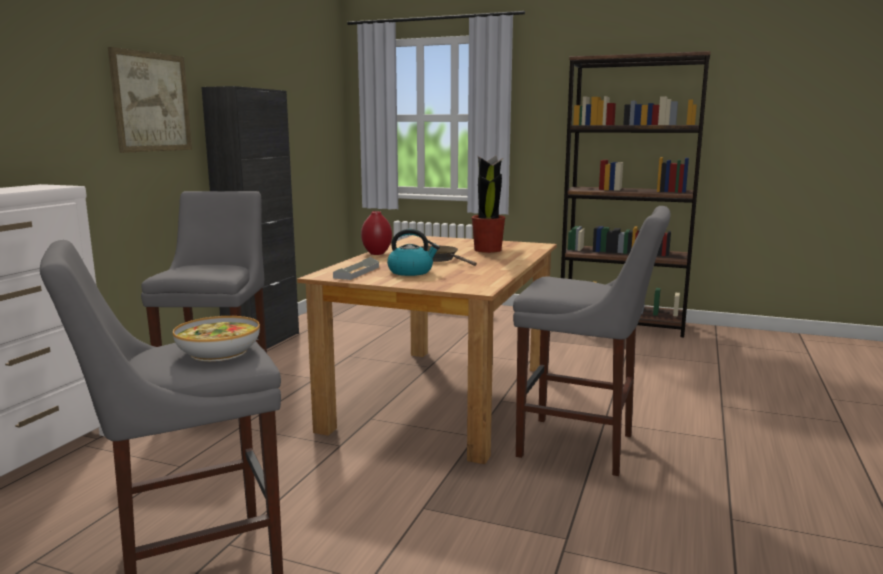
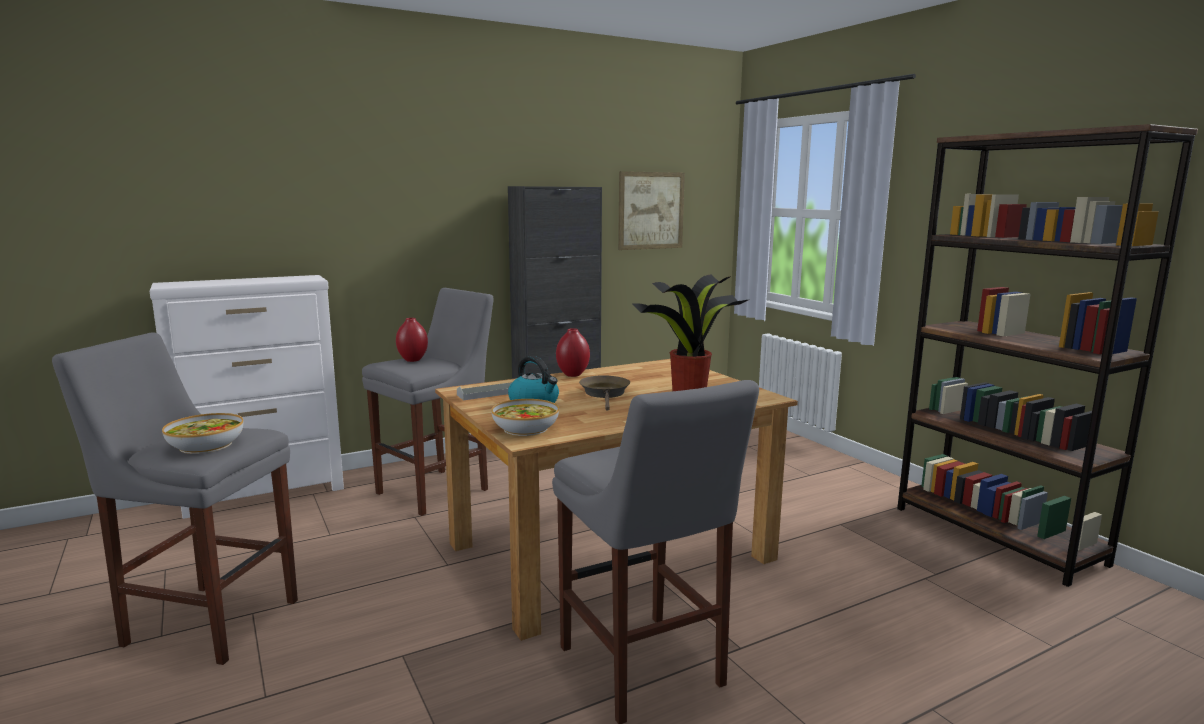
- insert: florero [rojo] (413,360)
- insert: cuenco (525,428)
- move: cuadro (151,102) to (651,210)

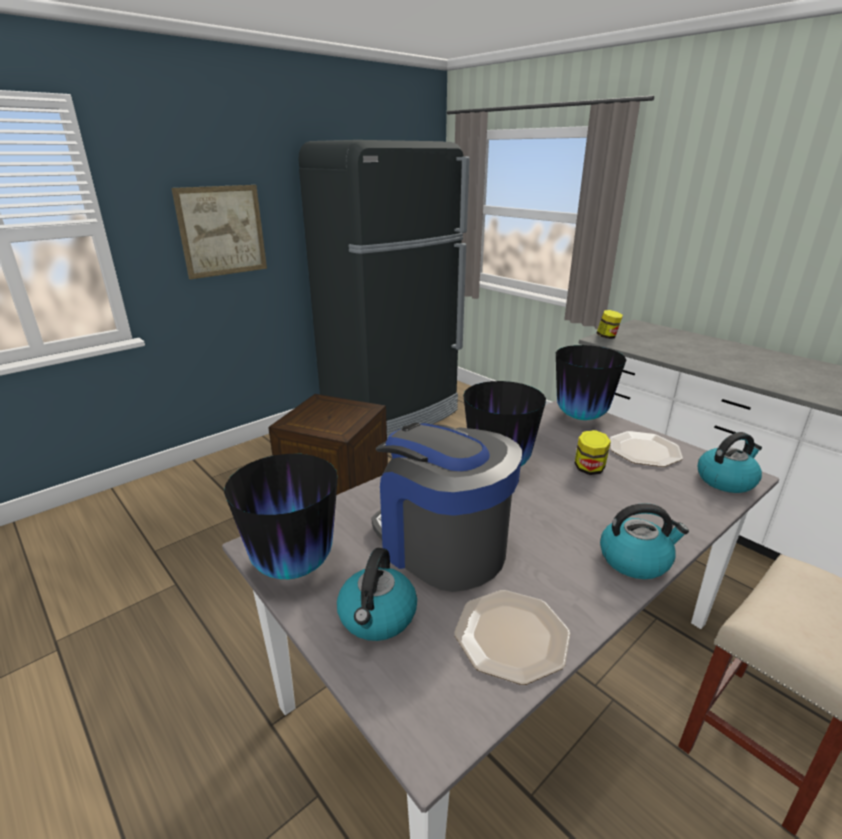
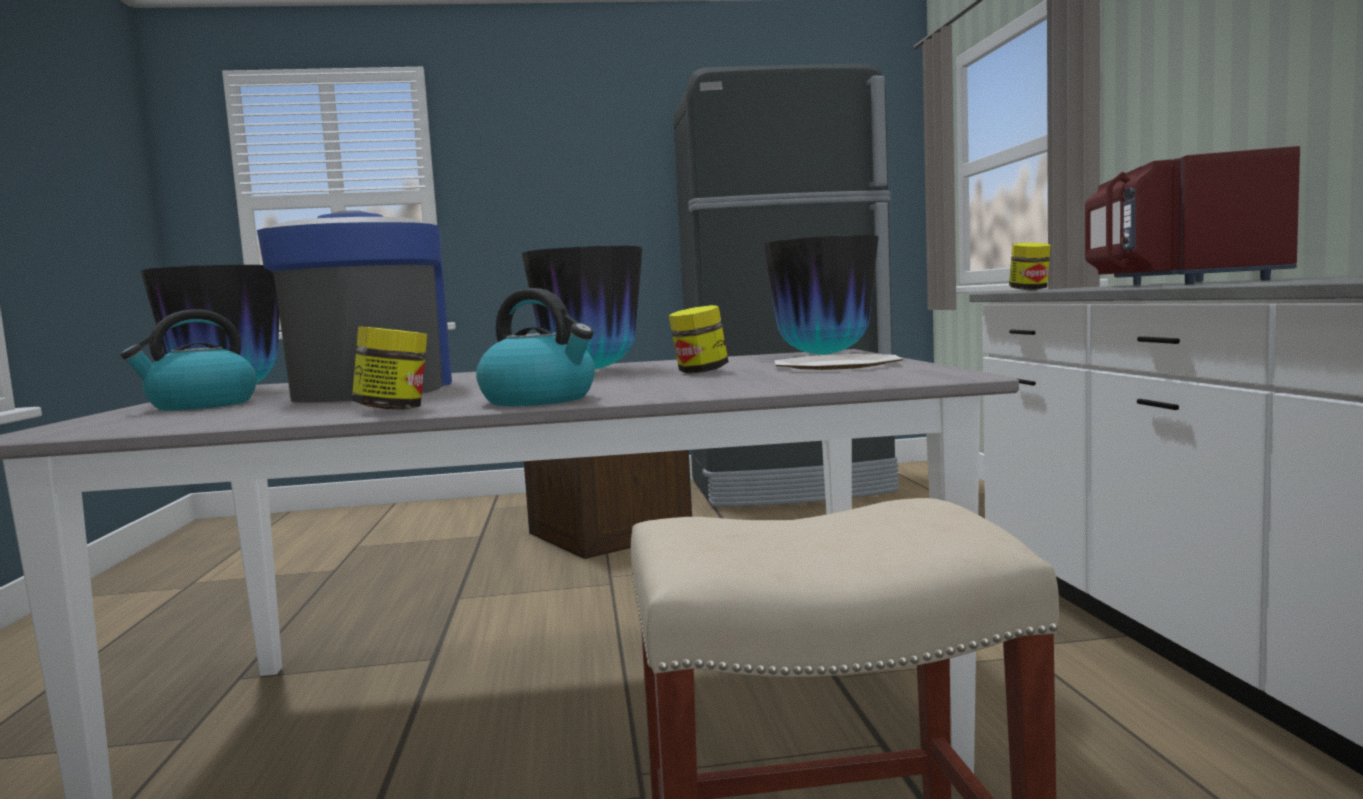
- delete: cuadro (222,231)
- delete: plato (512,635)
- delete: hervidor (726,480)
- insert: tarro (393,409)
- insert: microondas [rojo] (1174,283)

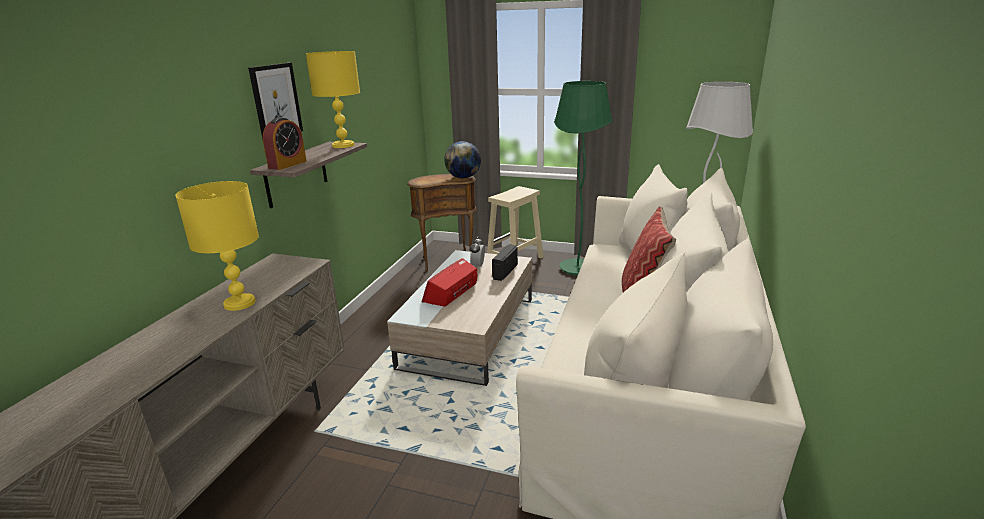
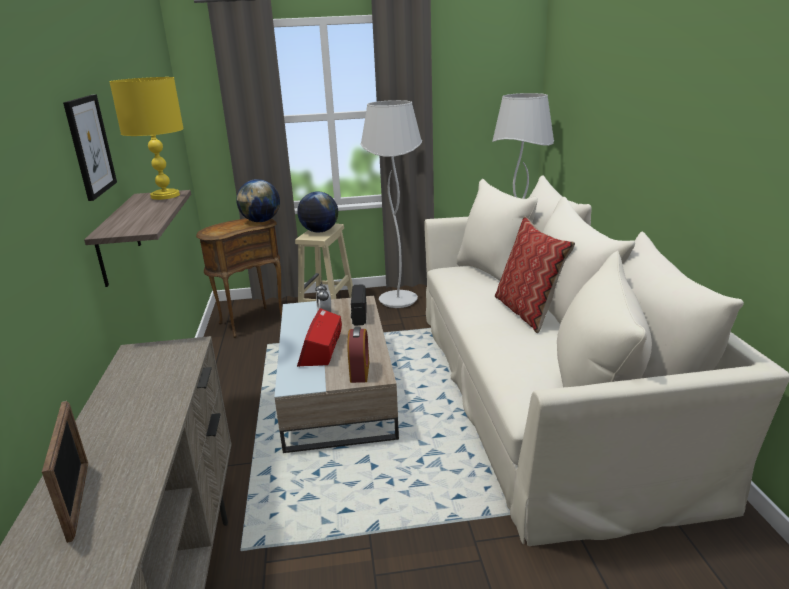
- delete: lámpara de mesa [amarillo] (240,303)
- insert: portarretratos (78,500)
- insert: globo terráqueo (319,231)
- move: despertador (287,164) to (360,372)
- recolor: lámpara de pie [verde] (577,268) to lámpara de pie [blanco] (398,301)

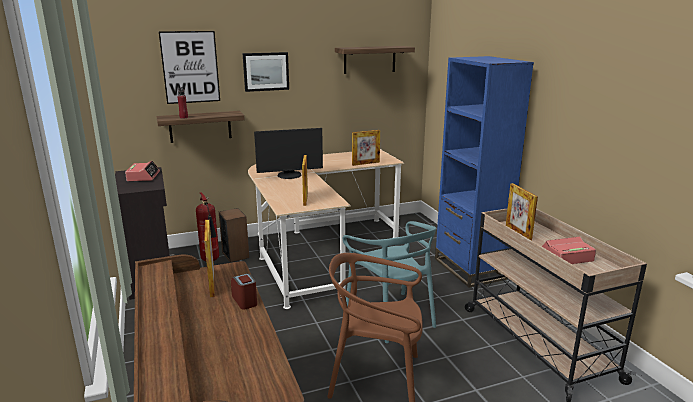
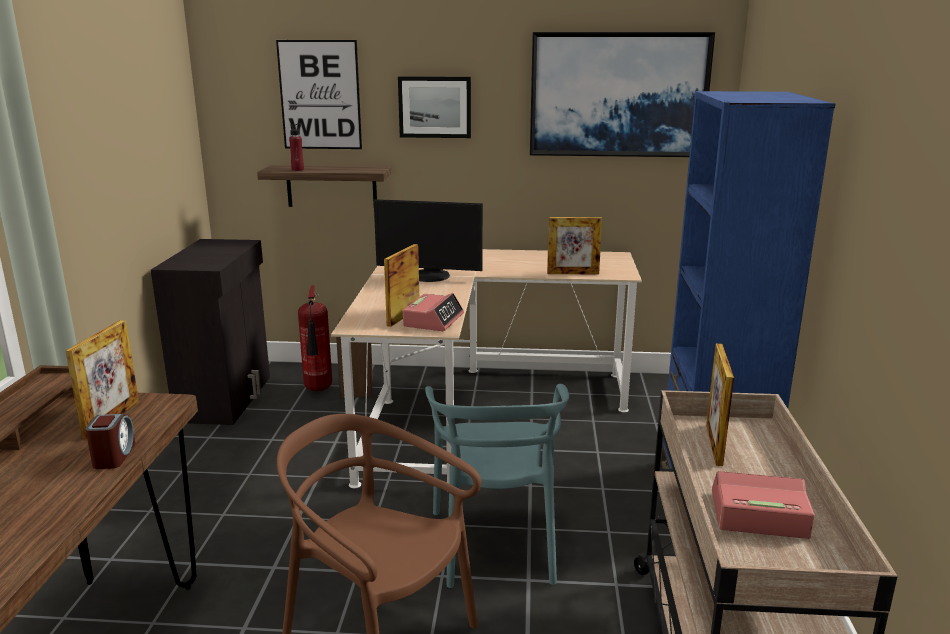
- move: despertador (143,176) to (433,320)
- replace: estante (369,59) to cuadro (618,95)

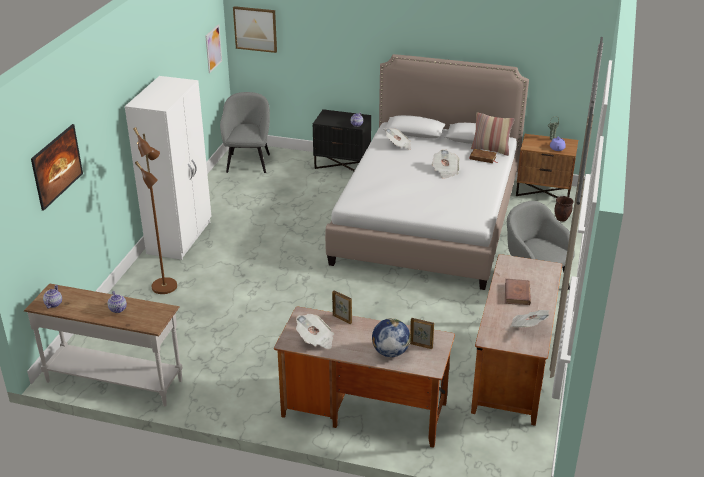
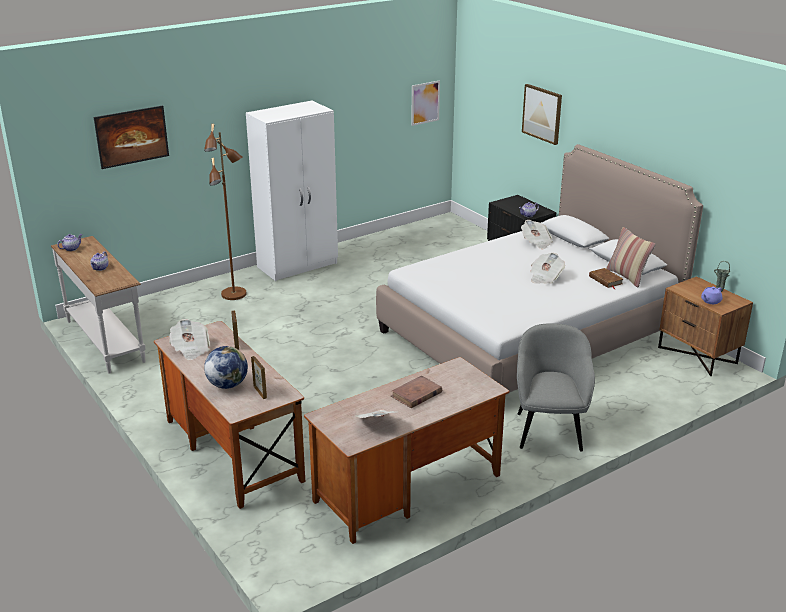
- delete: sillón [gris] (248,162)
- delete: maceta [marrón] (561,219)
- move: cuadro (255,29) to (542,113)

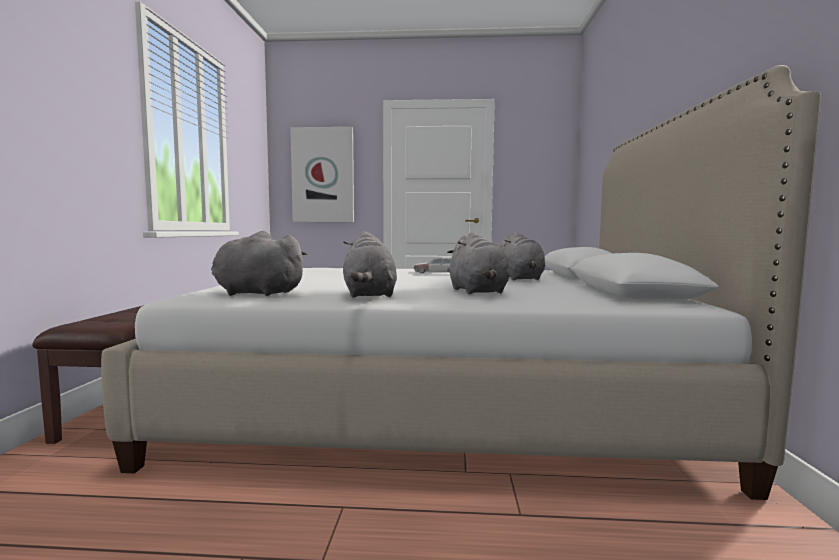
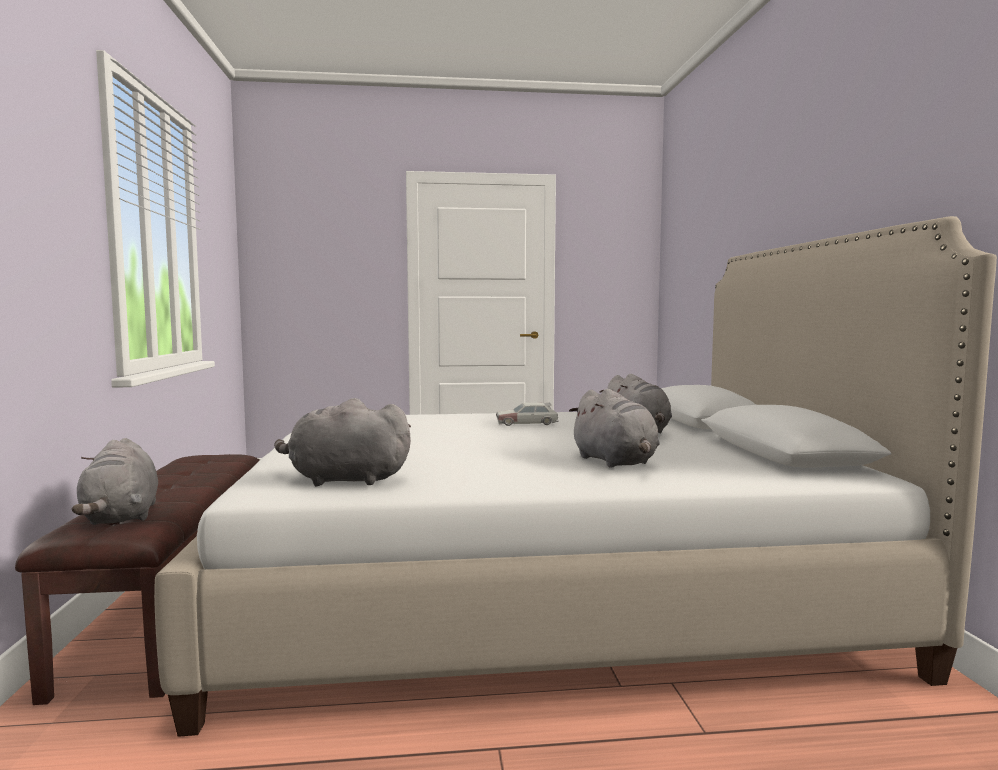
- delete: cuadro (323,175)
- move: peluche [gris] (369,295) to (121,517)

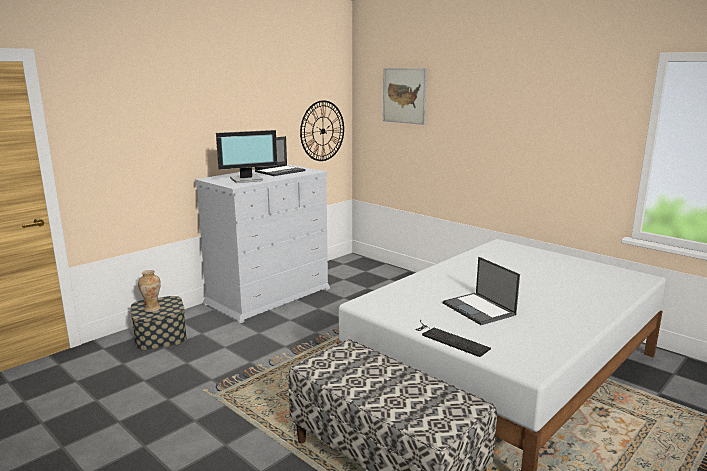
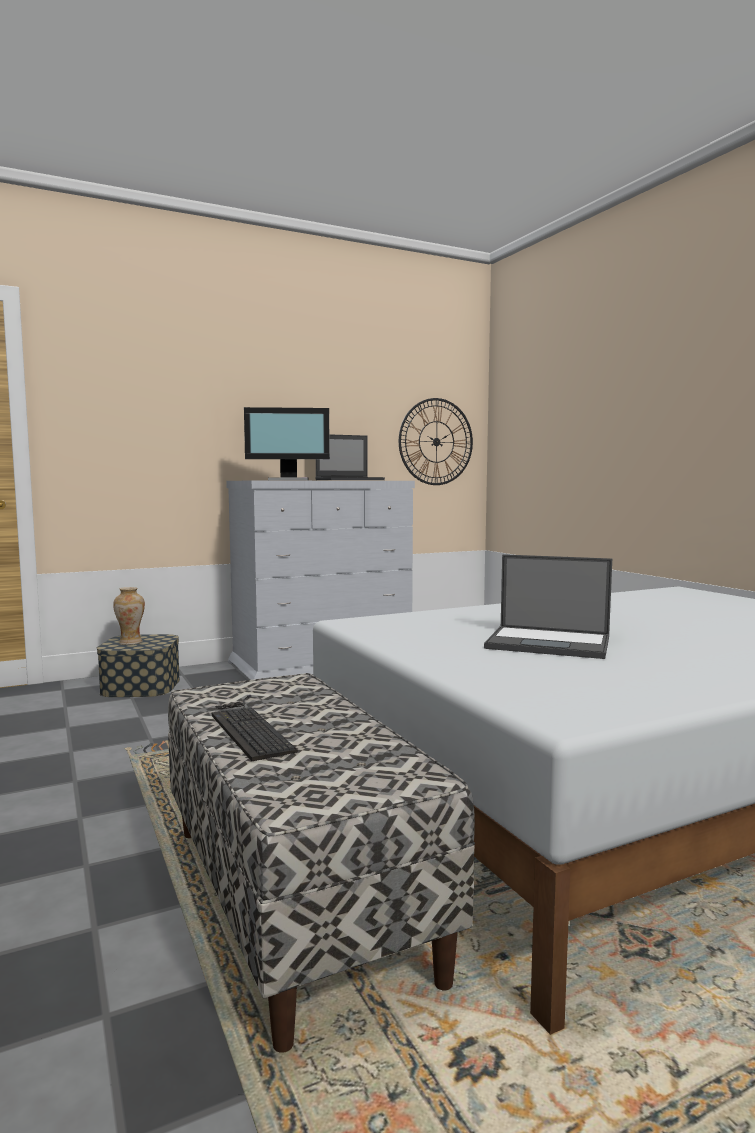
- delete: cuadro (404,95)
- move: teclado (448,339) to (248,727)
- rotate: portátil (479,309) = (550,643) 60 degrees counterclockwise

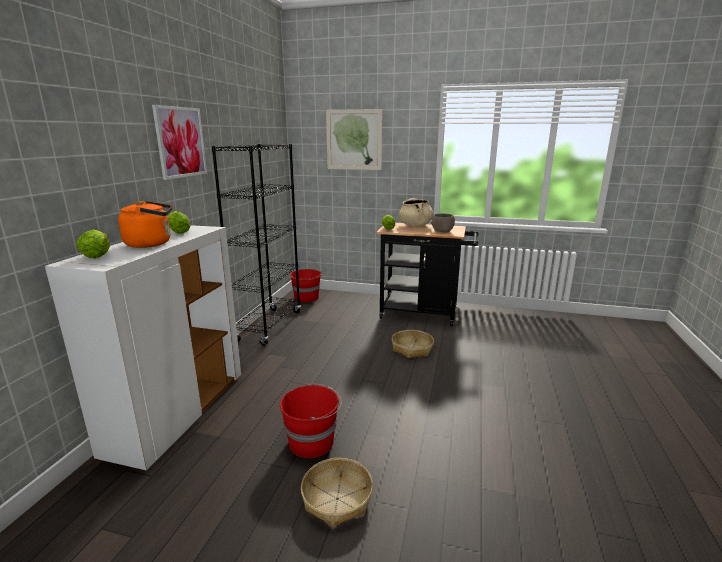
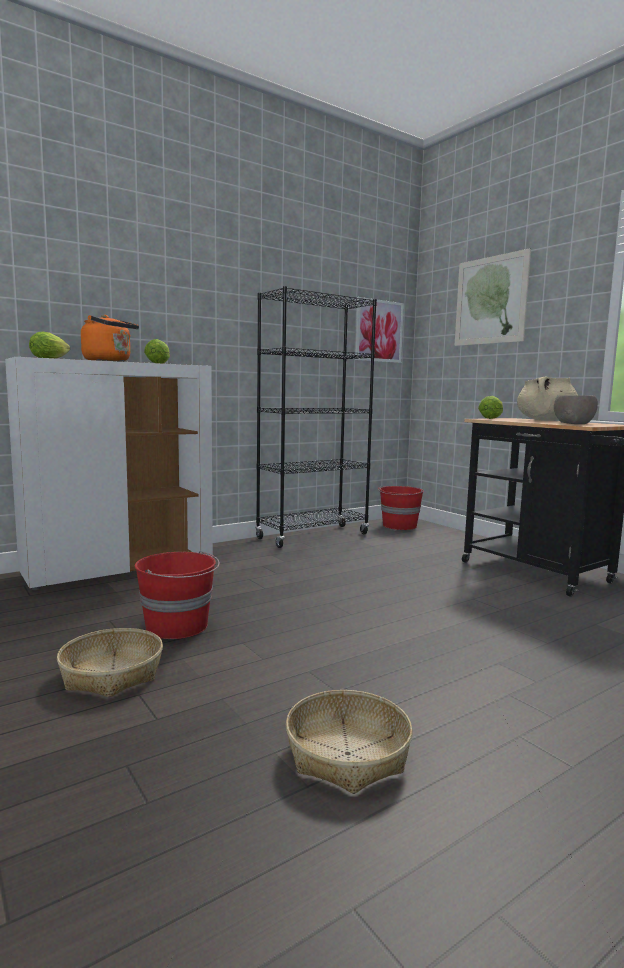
- move: cuadro (180,142) to (378,331)
- move: cesta (412,349) to (348,753)

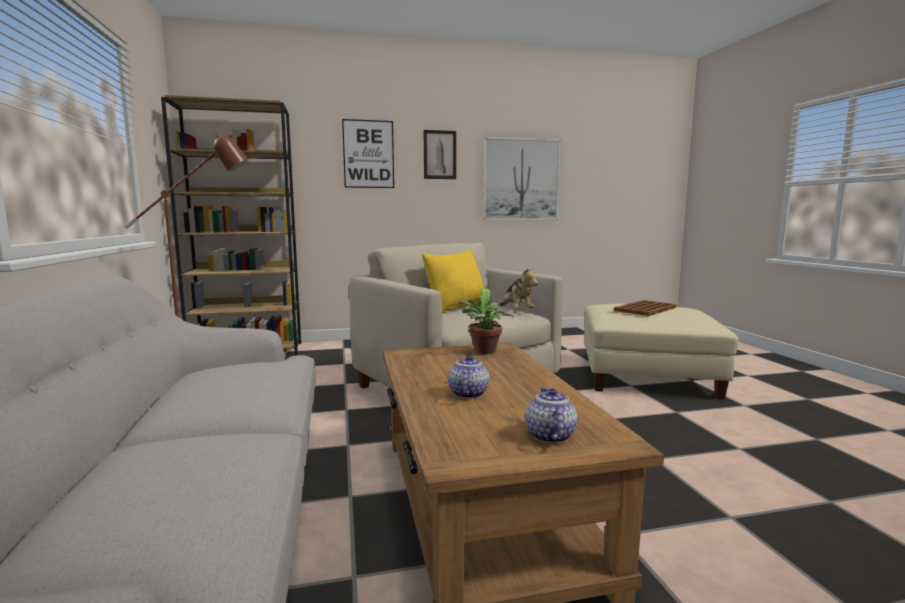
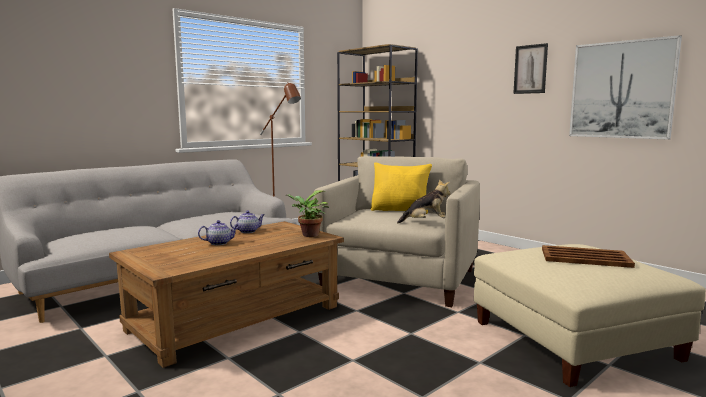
- delete: cuadro (368,154)
- move: tetera (549,435) to (248,231)
- rotate: peluche (516,311) = (425,222) 135 degrees counterclockwise

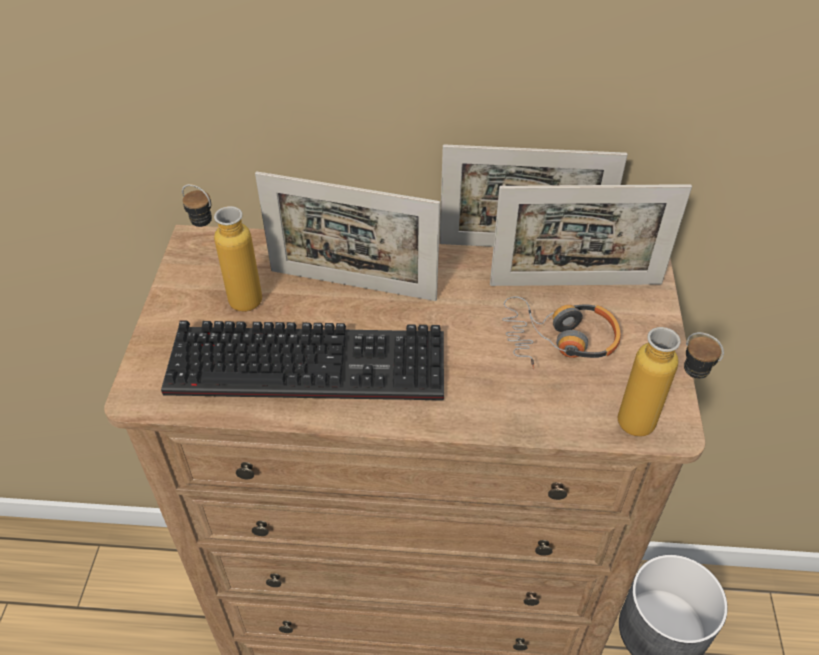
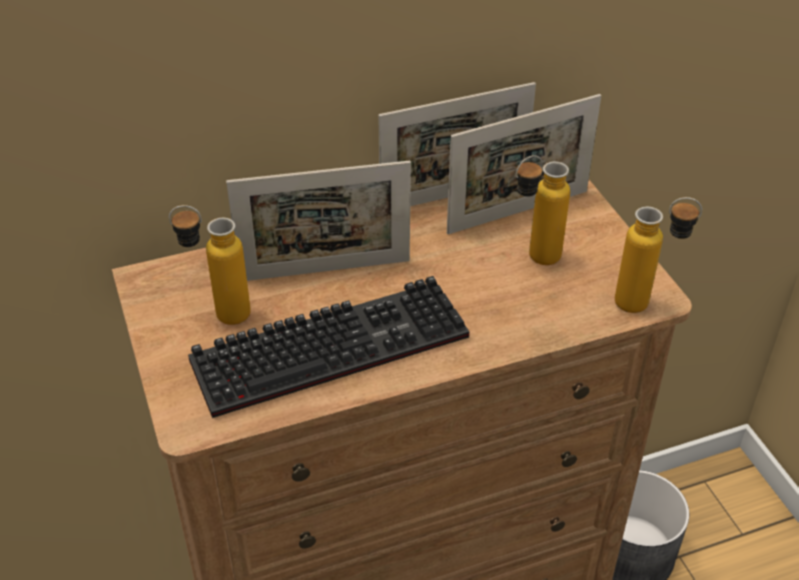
- replace: auriculares (559,340) to botella (533,260)

